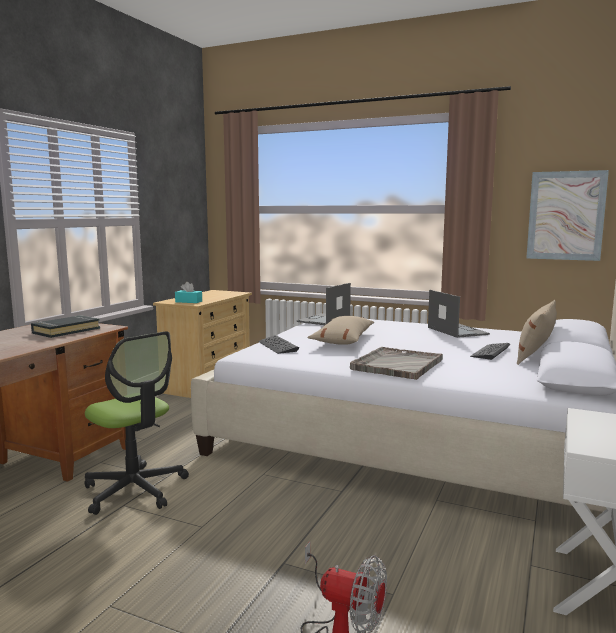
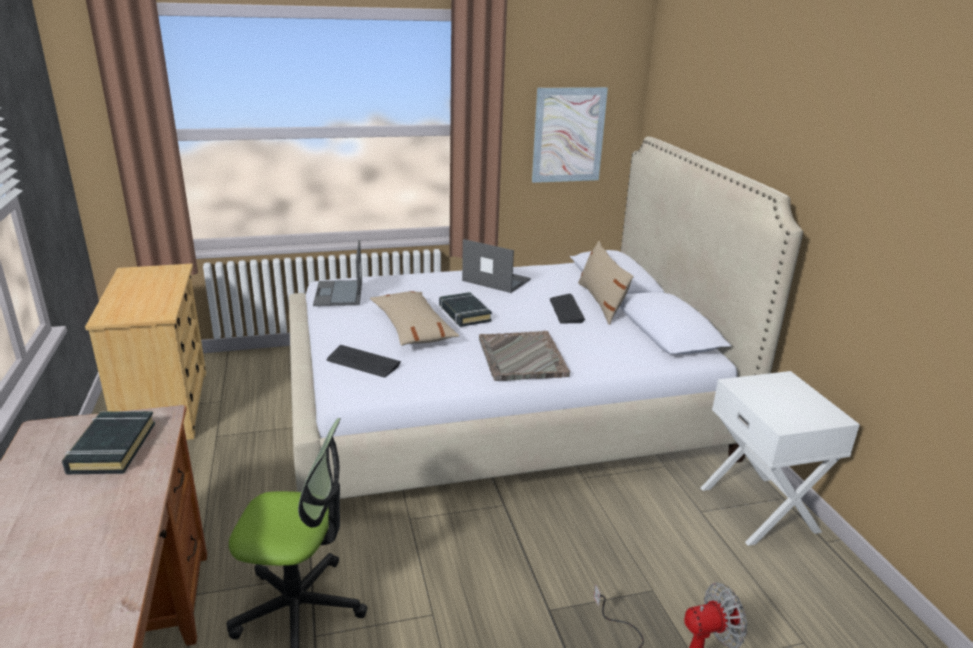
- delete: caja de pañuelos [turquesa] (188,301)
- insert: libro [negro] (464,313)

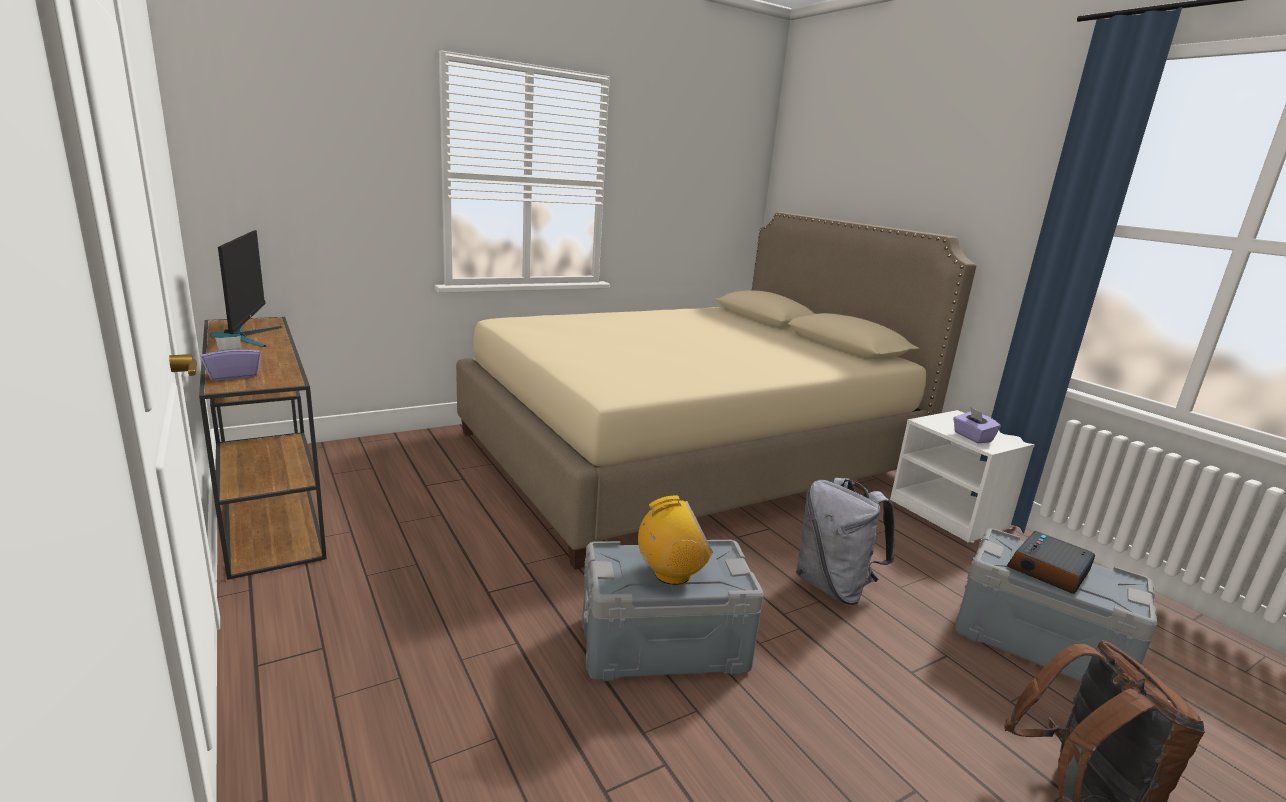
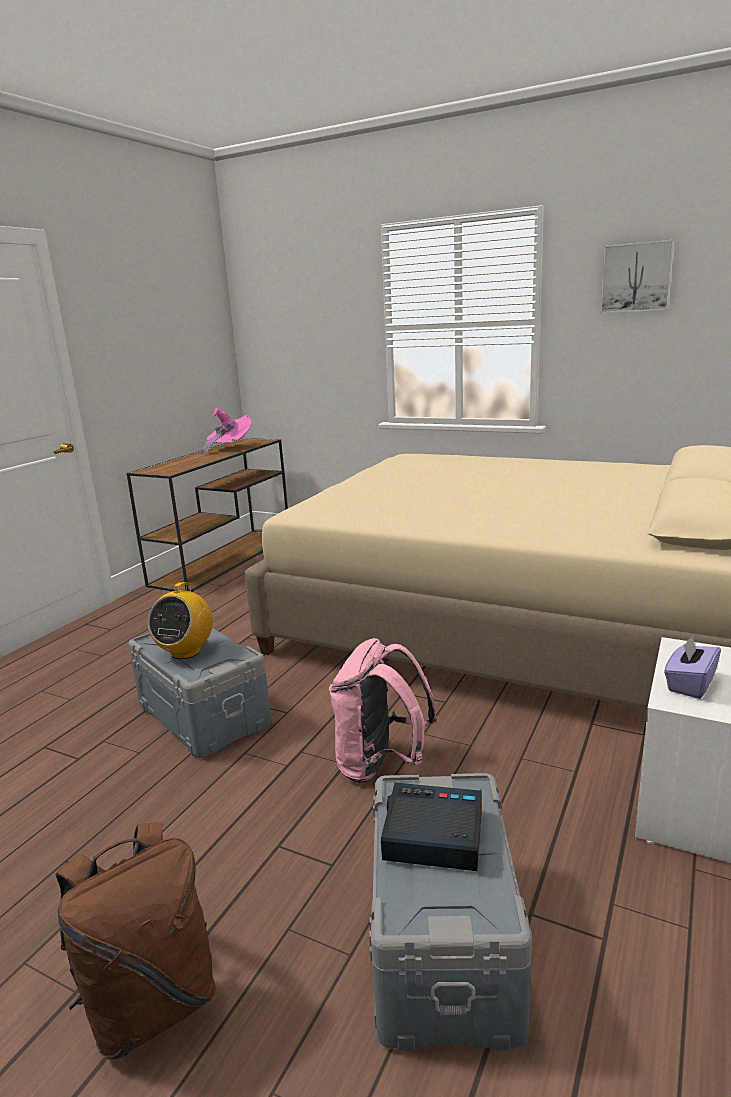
- delete: caja de pañuelos [morado] (233,375)
- insert: cuadro (636,277)
- replace: monitor (247,336) to sombrero [rosa] (229,448)
- recolor: mochila [gris] (834,587) to mochila [rosa] (381,765)
- rotate: radio (671,574) = (185,651) 60 degrees clockwise

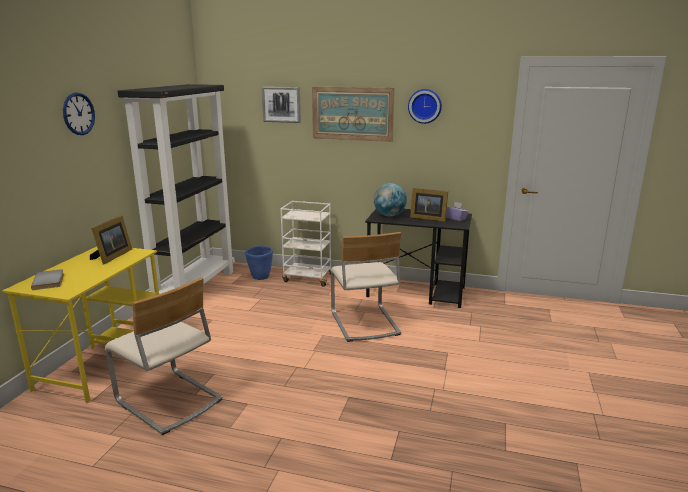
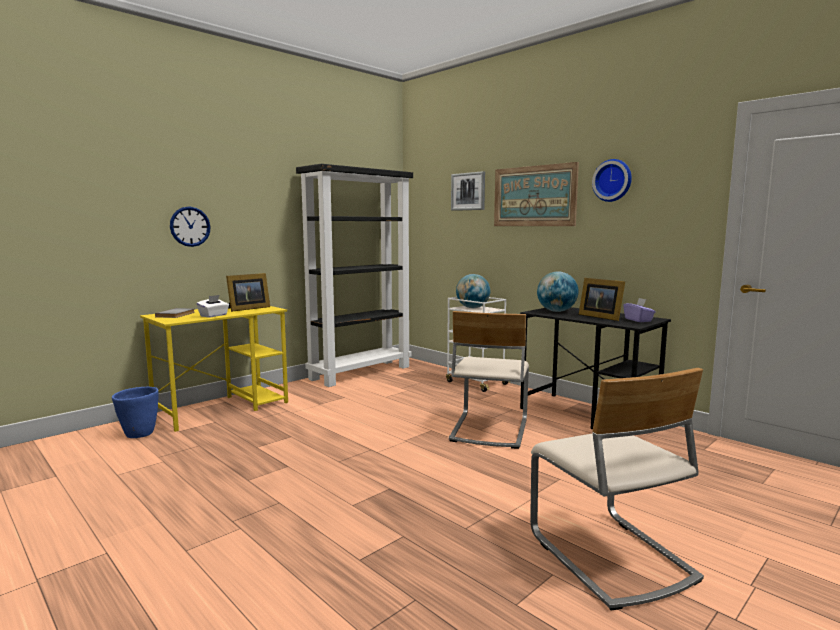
- insert: caja de pañuelos [blanco] (214,315)
- insert: globo terráqueo (472,308)
- move: reloj de pared (78,114) to (190,226)
- move: silla [beis] (168,401) to (609,557)
- move: maceta [azul] (260,277) to (139,434)

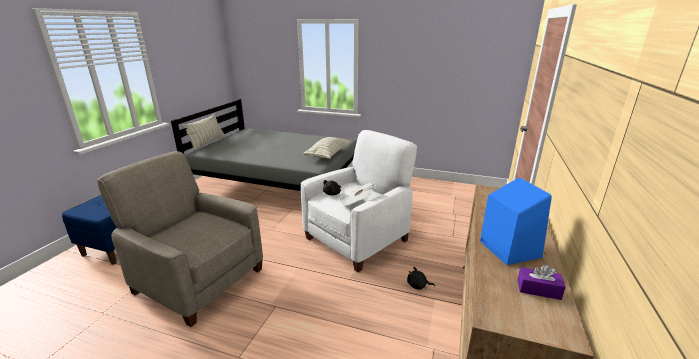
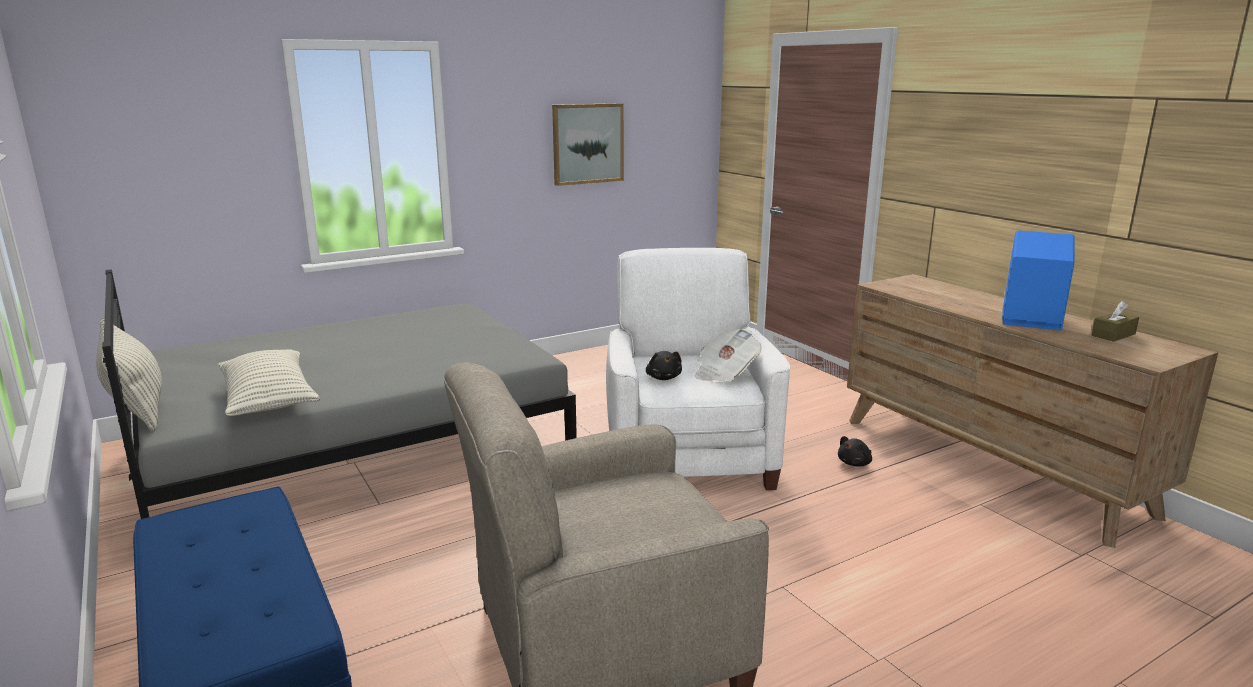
- insert: cuadro (587,143)
- move: cojín (327,155) to (269,401)
- recolor: caja de pañuelos [morado] (538,289) to caja de pañuelos [marrón] (1113,335)

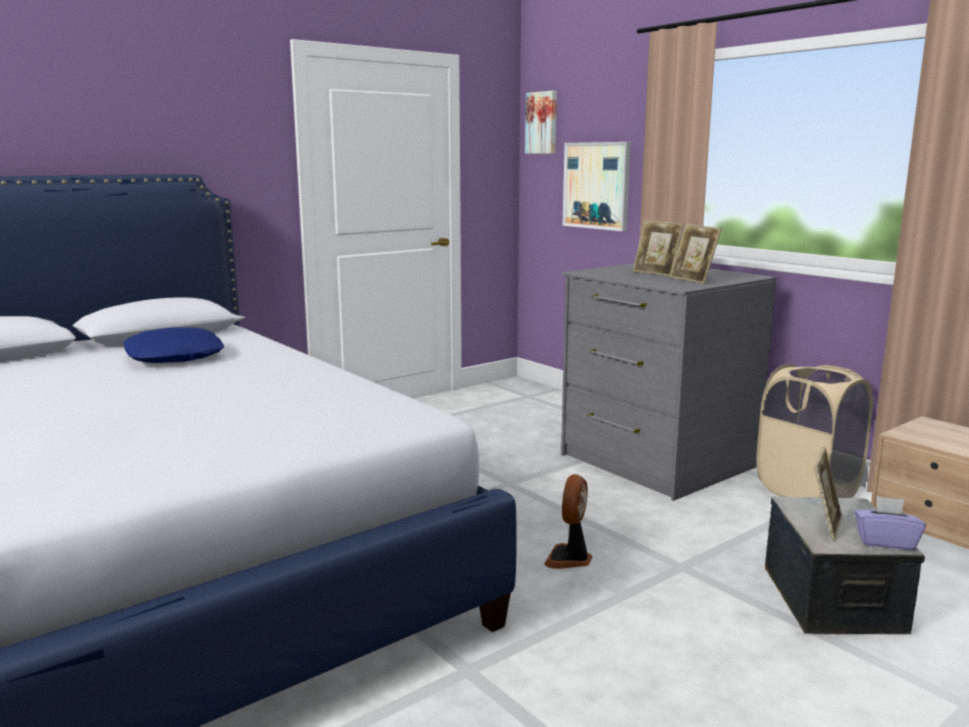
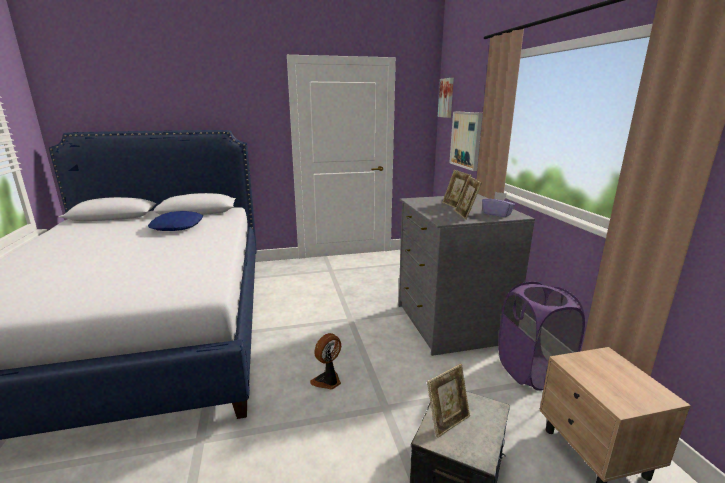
- move: caja de pañuelos [morado] (885,542) to (497,214)
- recolor: cesto de la ropa [beis] (807,490) to cesto de la ropa [morado] (532,371)

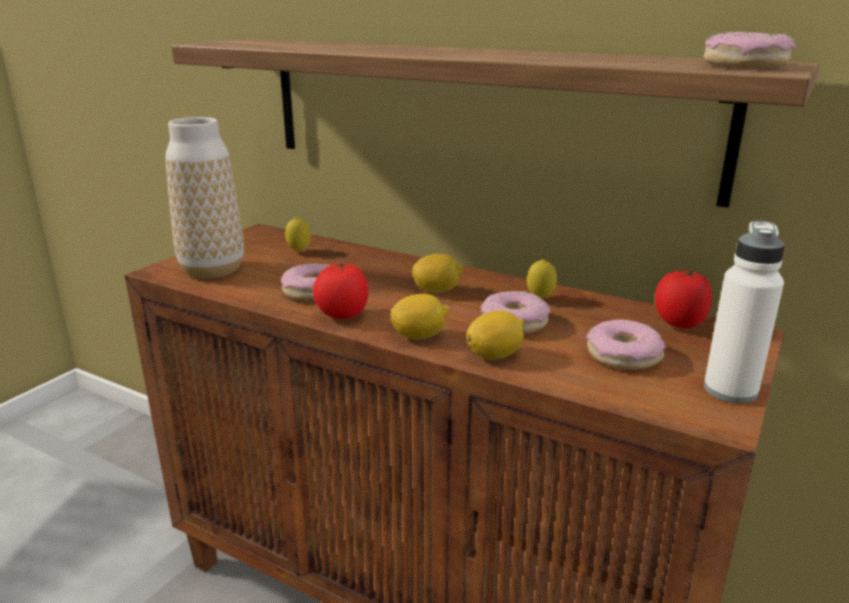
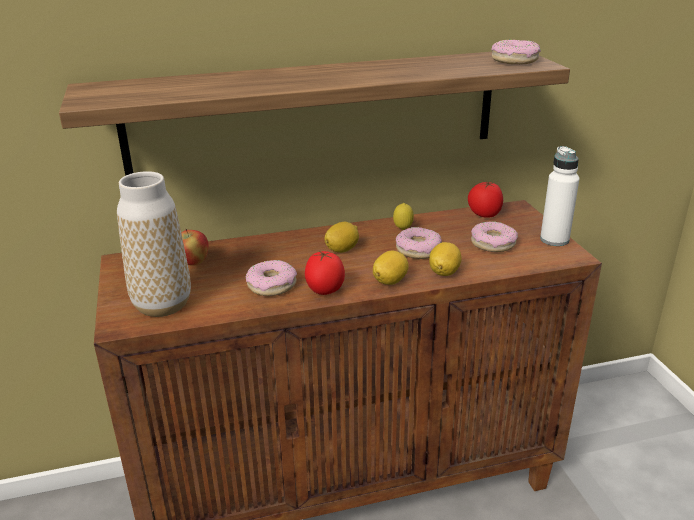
- replace: limón (299,251) to manzana (194,263)

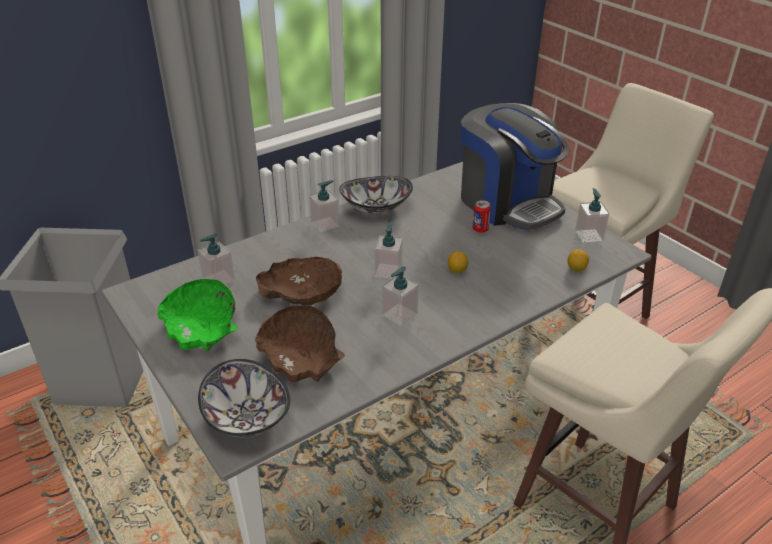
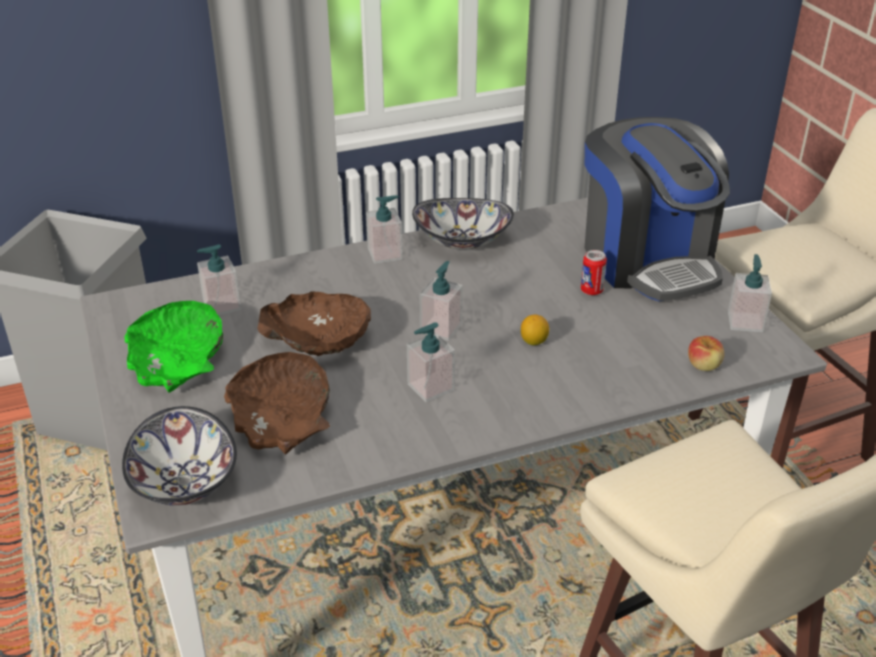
- replace: limón (576,269) to manzana (704,365)

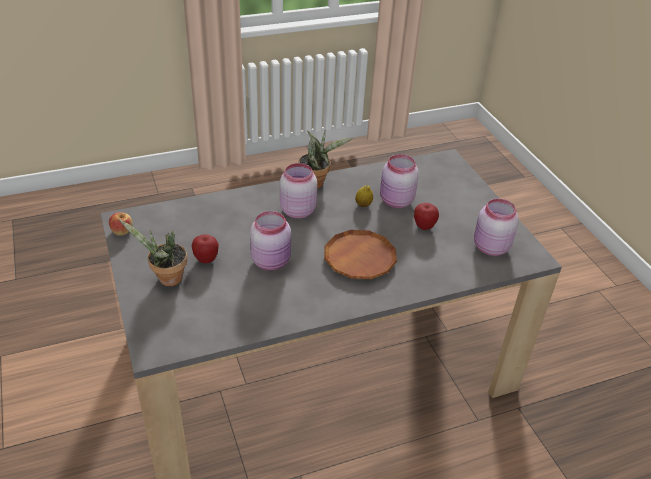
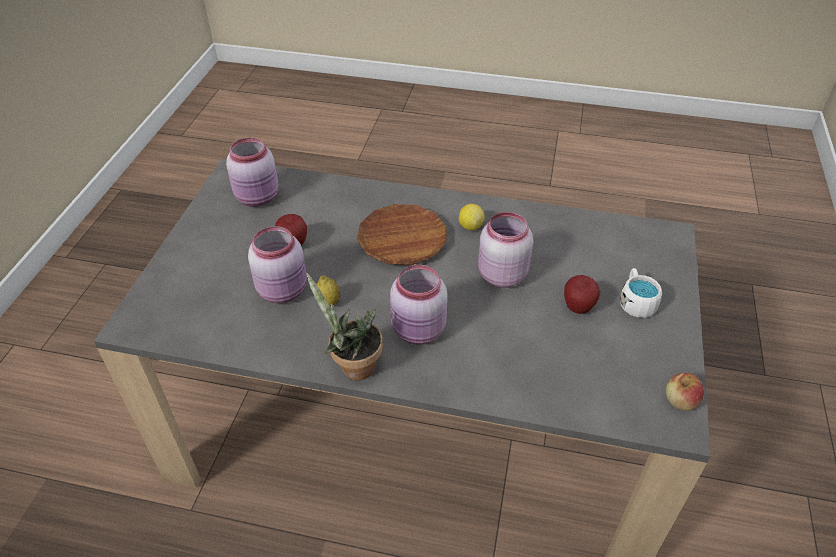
- insert: limón (470,226)
- replace: planta en maceta (166,279) to taza grande [blanco] (635,302)

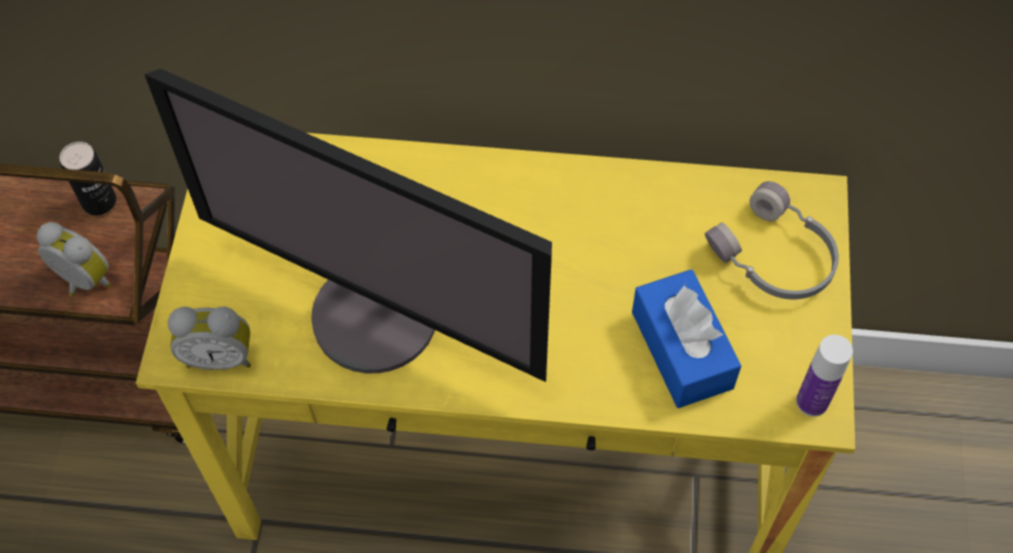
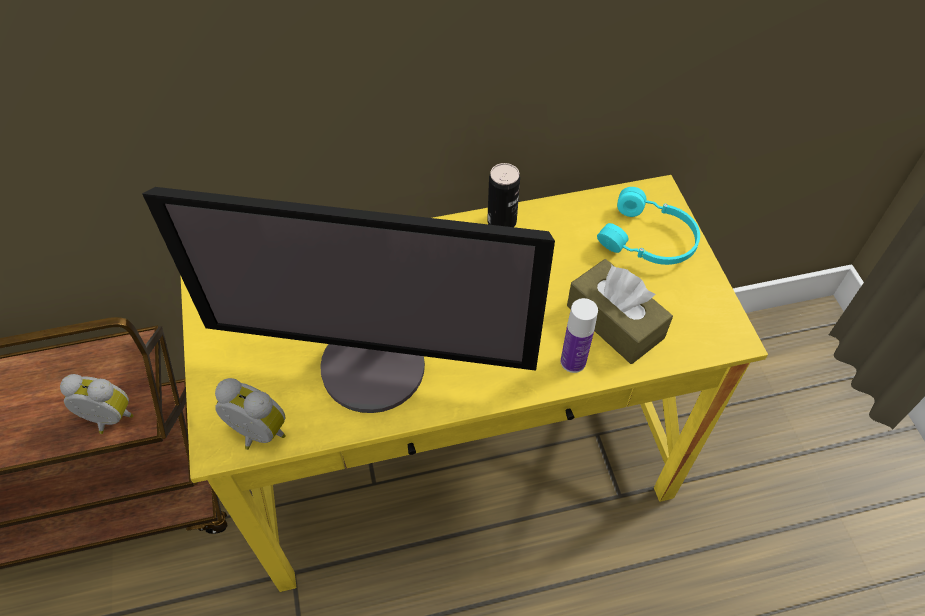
- move: lata (99,202) to (501,221)
- move: botella (812,402) to (573,362)
- recolor: caja de pañuelos [azul] (682,349) to caja de pañuelos [marrón] (614,322)
- recolor: auriculares [gris] (774,258) to auriculares [turquesa] (649,240)
- rotate: despertador (220,356) = (256,434) 135 degrees counterclockwise

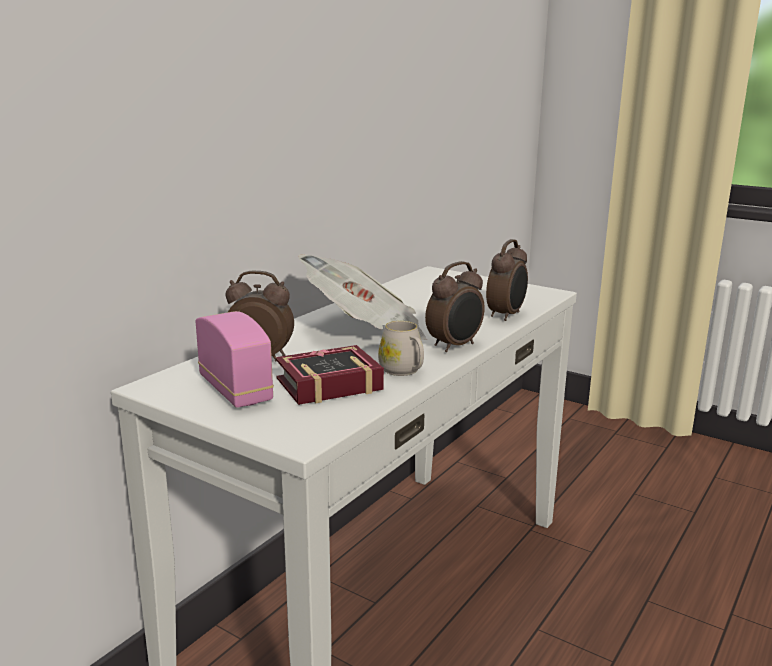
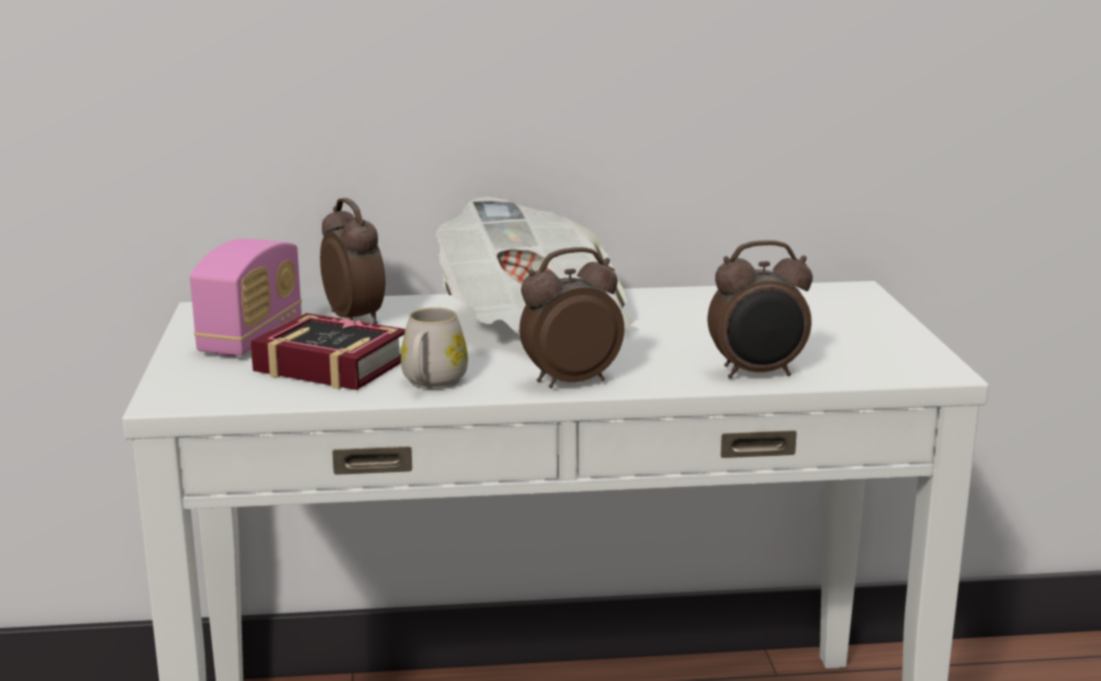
- rotate: despertador (455,346) = (569,381) 150 degrees clockwise

